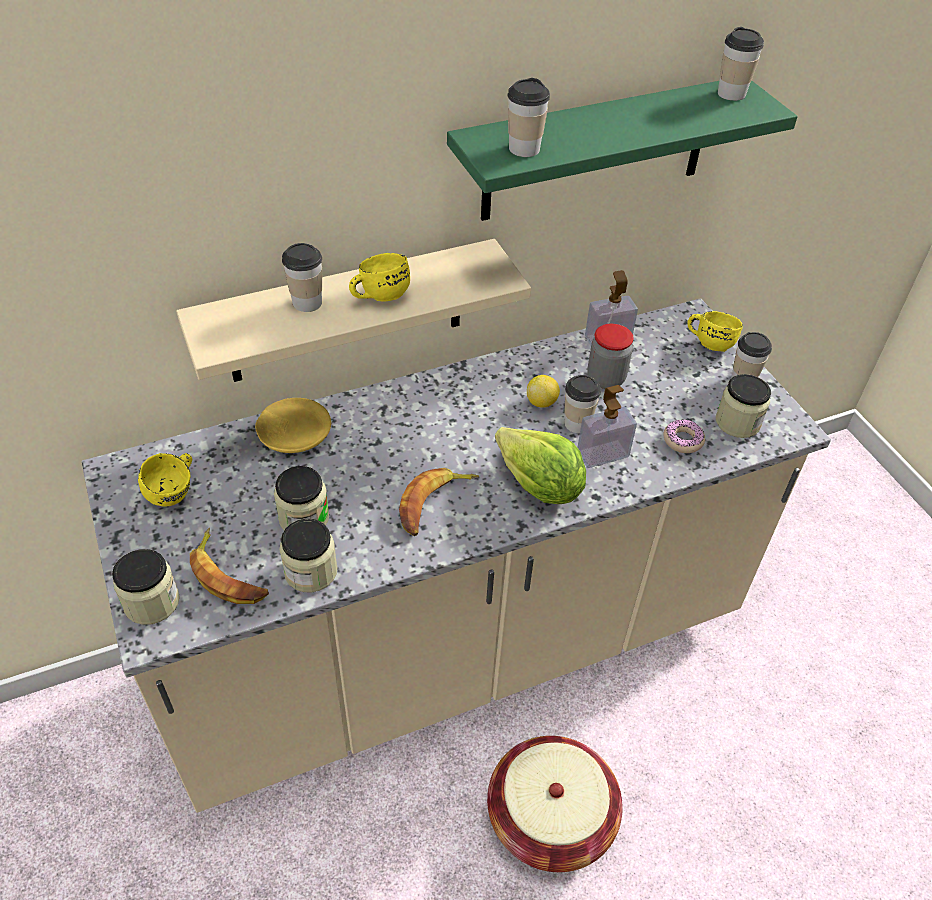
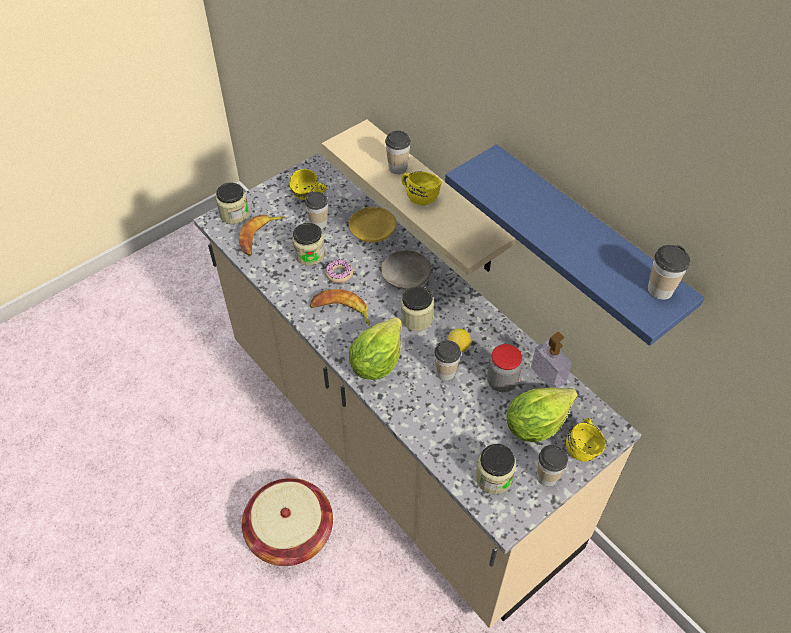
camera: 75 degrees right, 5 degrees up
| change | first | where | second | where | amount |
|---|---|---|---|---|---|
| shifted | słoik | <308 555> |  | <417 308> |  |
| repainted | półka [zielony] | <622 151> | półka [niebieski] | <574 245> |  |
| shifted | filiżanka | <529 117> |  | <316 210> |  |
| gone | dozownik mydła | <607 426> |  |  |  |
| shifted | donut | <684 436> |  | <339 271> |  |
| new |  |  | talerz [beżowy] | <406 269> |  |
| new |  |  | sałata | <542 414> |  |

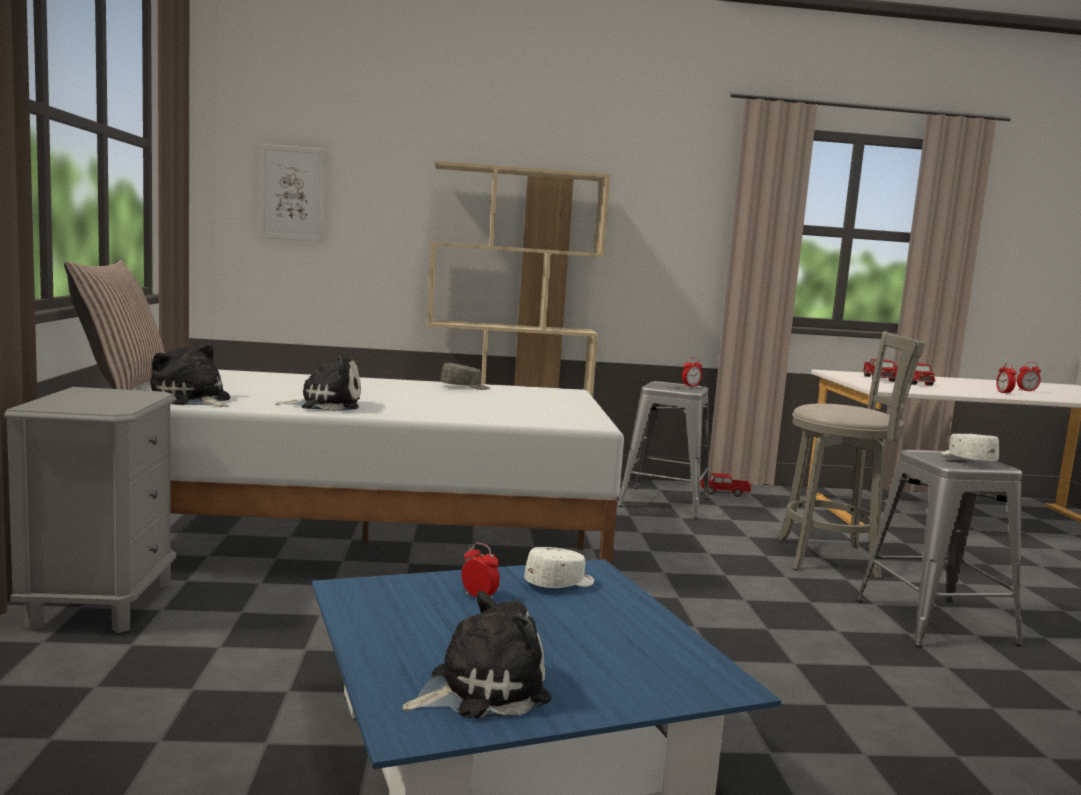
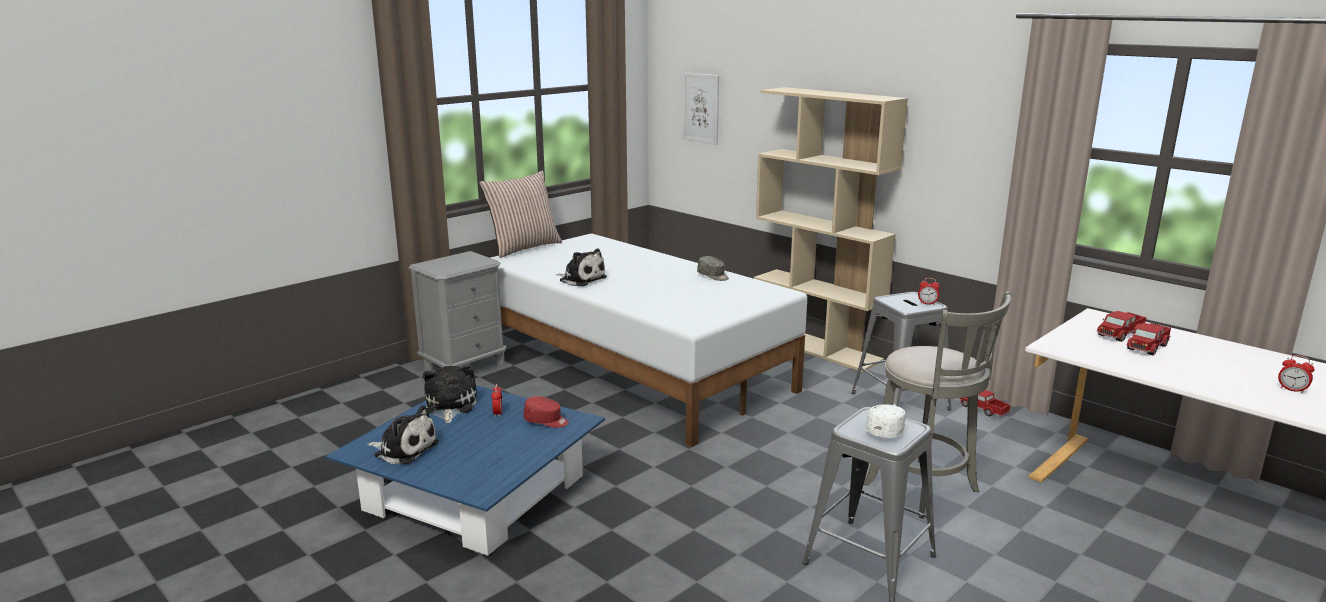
camera: 50 degrees right, 10 degrees up
| change | first | where | second | where | amount |
|---|---|---|---|---|---|
| shifted | pluszak | <190 375> |  | <450 394> |  |
| repainted | czapka z daszkiem [biały] | <559 567> | czapka z daszkiem [czerwony] | <546 412> |  |
| gone | budzik | <1006 379> |  |  |  |

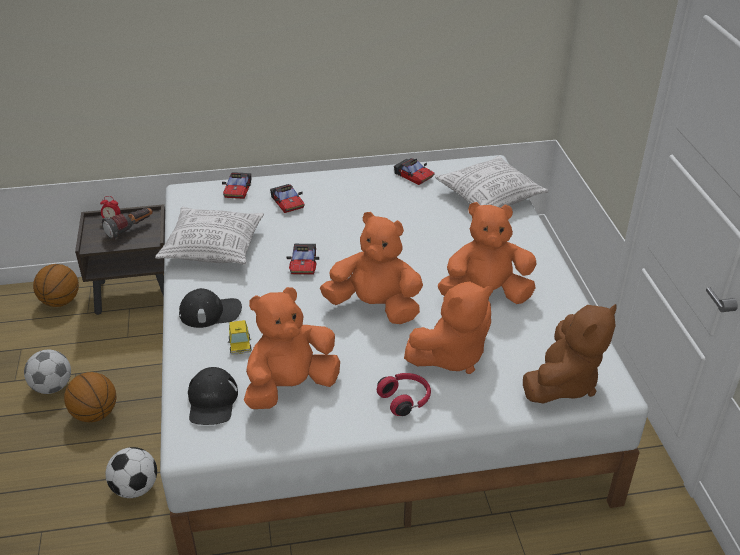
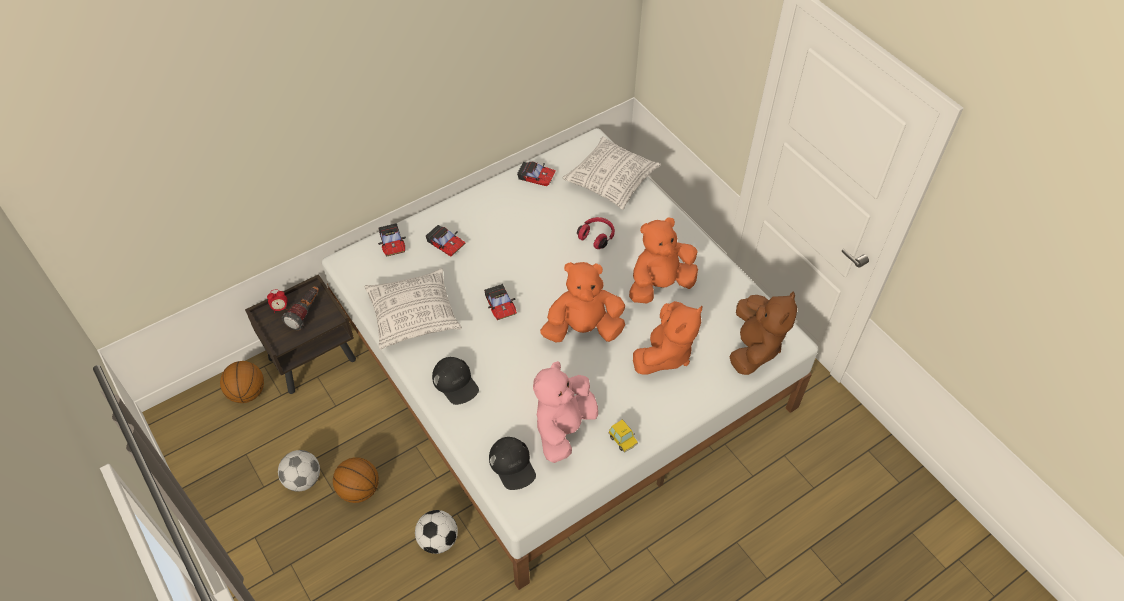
camera: 25 degrees left, 15 degrees up
| change | first | where | second | where | amount |
|---|---|---|---|---|---|
| rotated | czapka z daszkiem [czarny] | <210 308> |  | <455 381> | 90 degrees clockwise |
| shifted | samochodzik | <239 337> |  | <623 436> |  |
| repainted | pluszak [pomarańczowy] | <292 348> | pluszak [różowy] | <565 412> |  |
| shifted | słuchawki [czerwony] | <404 394> |  | <596 233> |  |

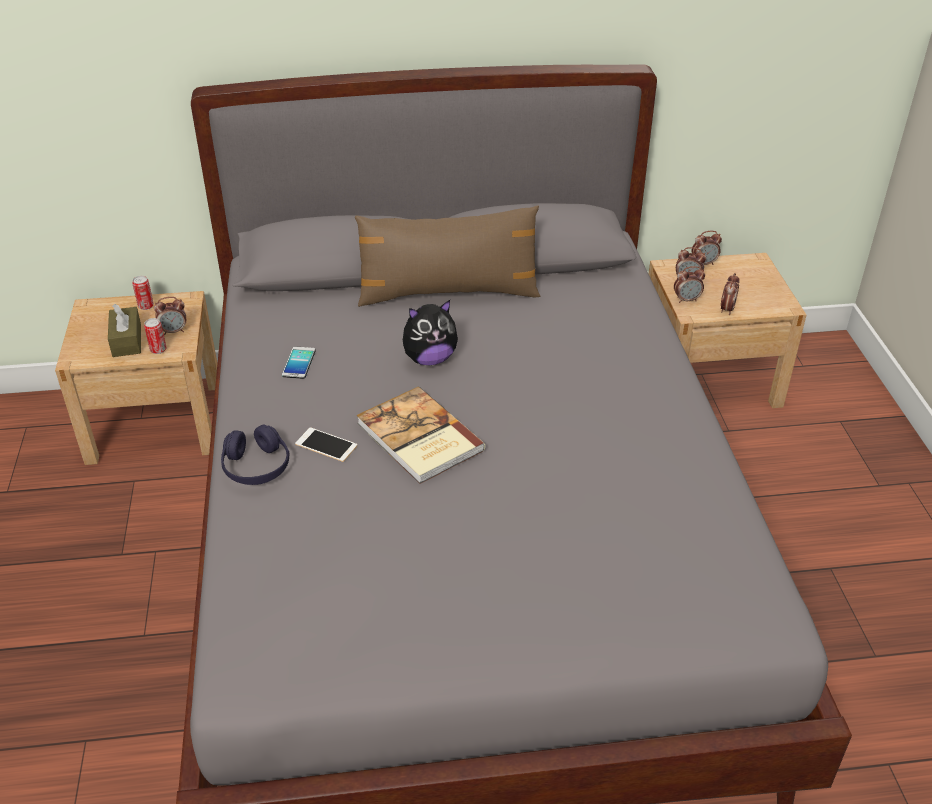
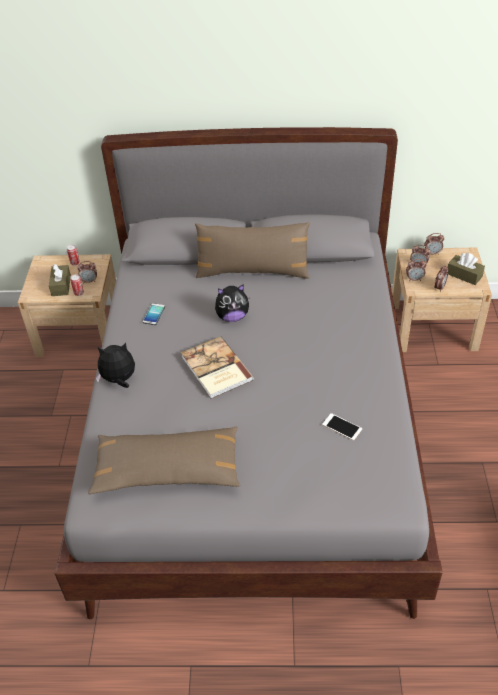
camera: 10 degrees right, 5 degrees up
| change | first | where | second | where | amount |
|---|---|---|---|---|---|
| swapped | słuchawki [fioletowy] | <255 454> | pluszak | <115 365> |  |
| shifted | telefon | <326 444> |  | <342 426> |  |
| new |  |  | poduszka [brązowy] | <164 460> |  |
| new |  |  | pudełko chusteczek [brązowy] | <466 269> |  |

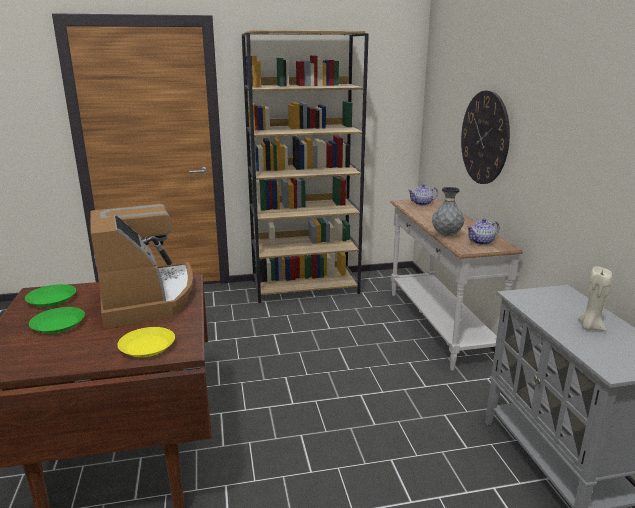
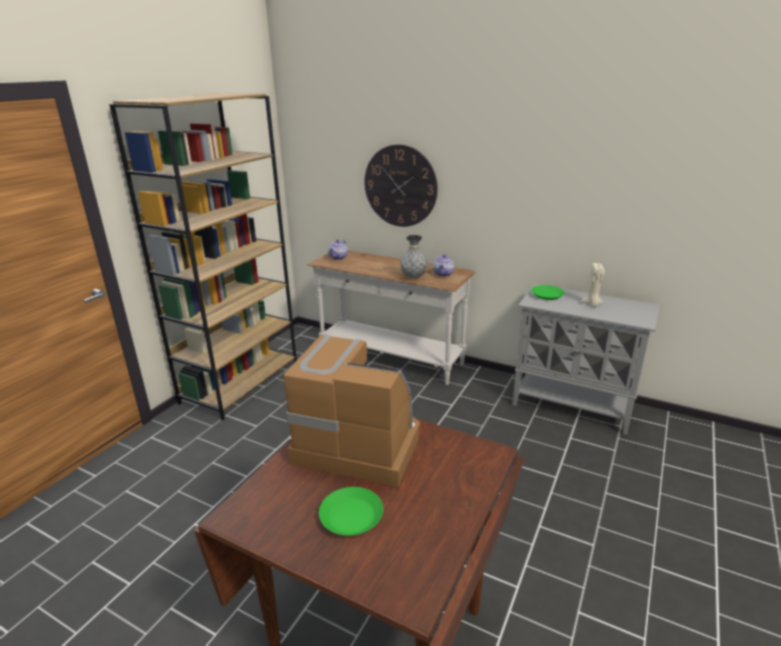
camera: 50 degrees left, 5 degrees up
| change | first | where | second | where | amount |
|---|---|---|---|---|---|
| shifted | talerz [zielony] | <50 295> |  | <548 292> |  |
| gone | talerz [żółty] | <146 342> |  |  |  |

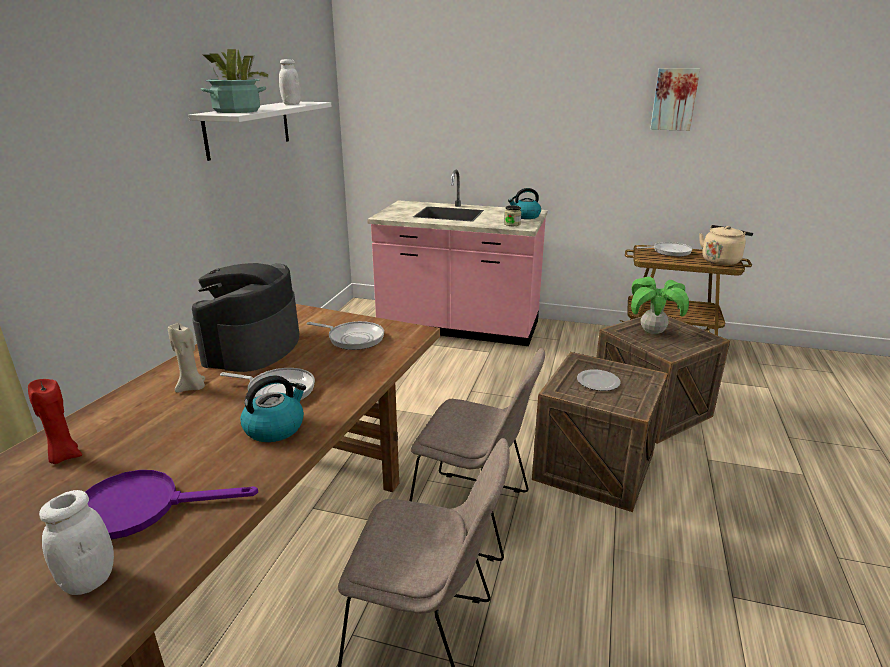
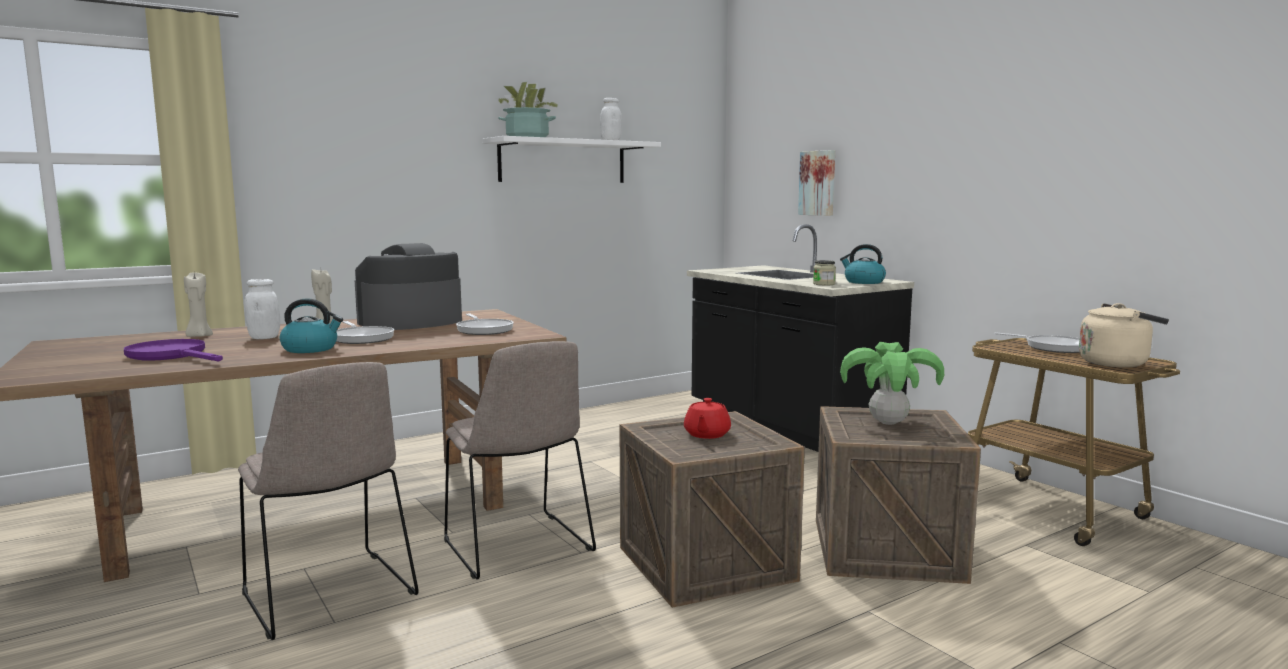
camera: 40 degrees right, 15 degrees down
| change | first | where | second | where | amount |
|---|---|---|---|---|---|
| repainted | świeca [czerwony] | <55 421> | świeca [beżowy] | <198 304> |  |
| shifted | słoik [biały] | <76 542> |  | <262 309> |  |
| repainted | zabudowa kuchenna [różowy] | <457 257> | zabudowa kuchenna [czarny] | <800 338> |  |
| swapped | talerz | <599 380> | imbryk [czerwony] | <707 418> |  |
| shifted | obraz | <675 99> |  | <816 183> |  |

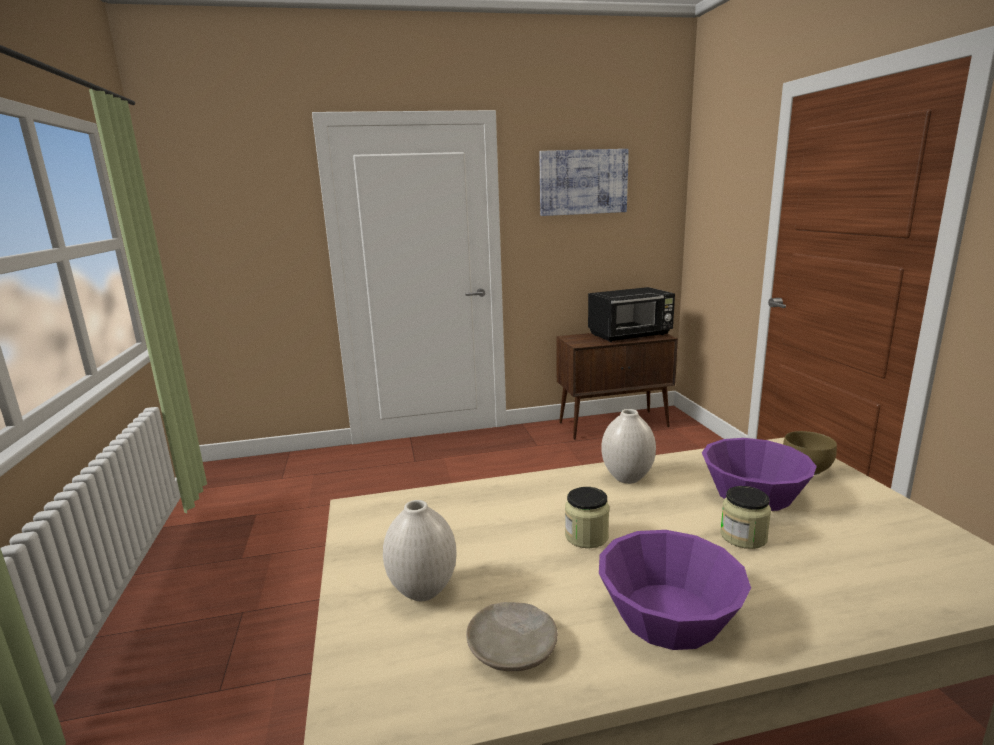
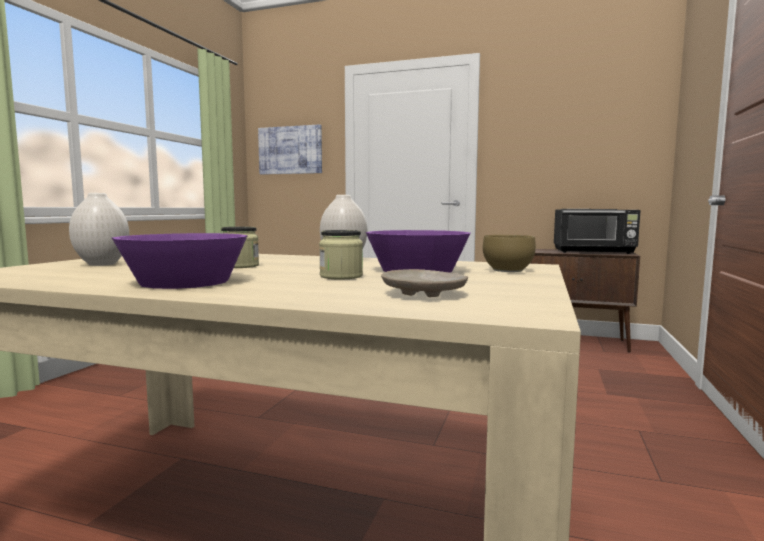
camera: 30 degrees right, 10 degrees down
| change | first | where | second | where | amount |
|---|---|---|---|---|---|
| shifted | talerz [beżowy] | <512 636> |  | <424 283> |  |
| shifted | obraz | <584 182> |  | <290 149> |  |

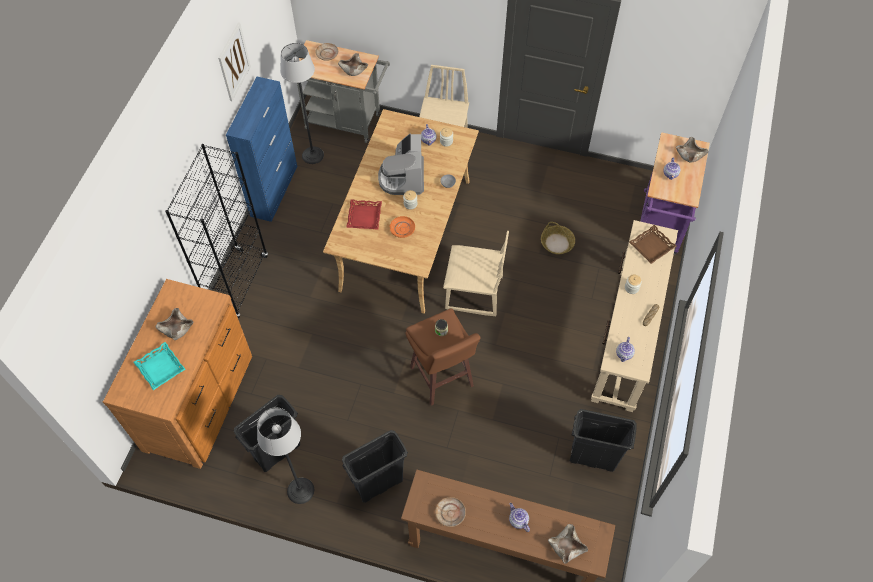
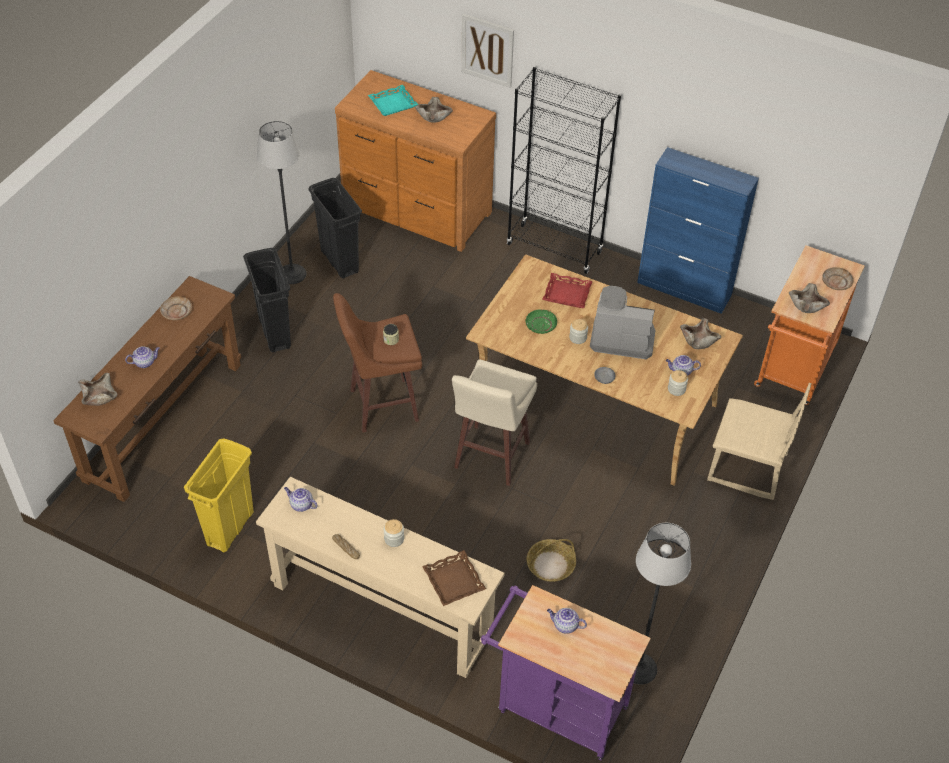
camera: 100 degrees right, 10 degrees down
| change | first | where | second | where | amount |
|---|---|---|---|---|---|
| shifted | obraz | <234 62> |  | <487 51> |  |
| shifted | lampa stojąca | <302 103> |  | <662 604> |  |
| repainted | wózek [szary] | <343 91> | wózek [pomarańczowy] | <809 325> |  |
| repainted | talerz [pomarańczowy] | <402 227> | talerz [zielony] | <541 321> |  |
| swapped | krzesło [beżowy] | <476 273> | stołek [beżowy] | <494 422> |  |
| repainted | kosz na śmieci [czarny] | <603 440> | kosz na śmieci [żółty] | <219 495> |  |
| shifted | miska [beżowy] | <692 150> |  | <700 333> |  |

